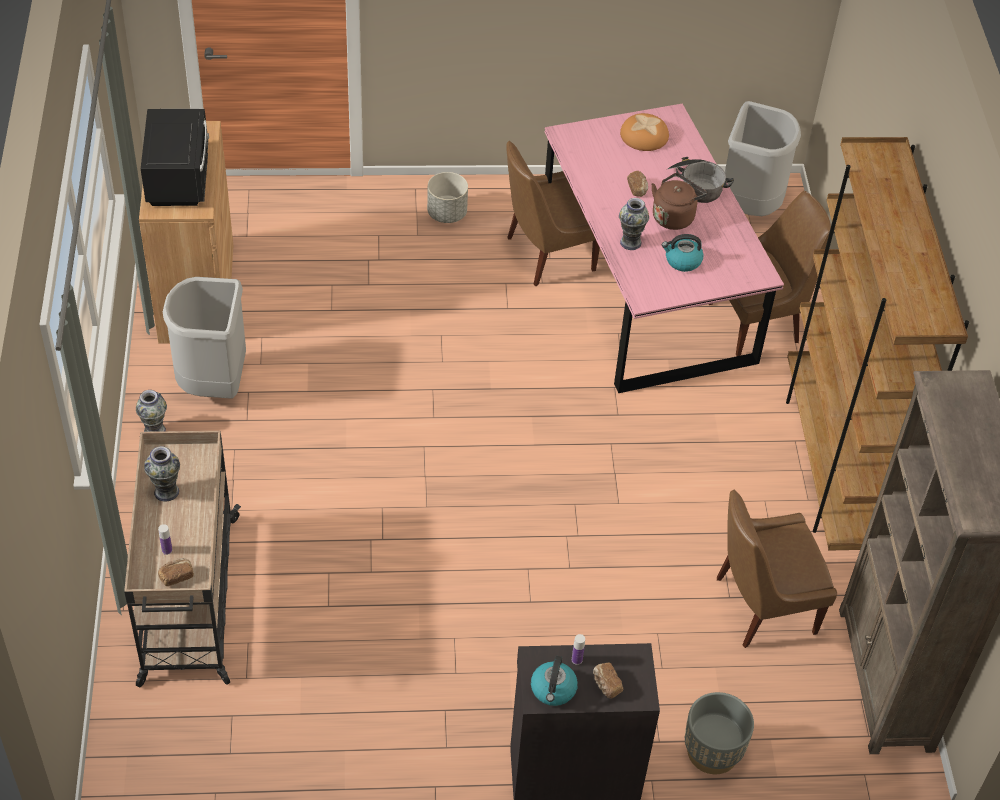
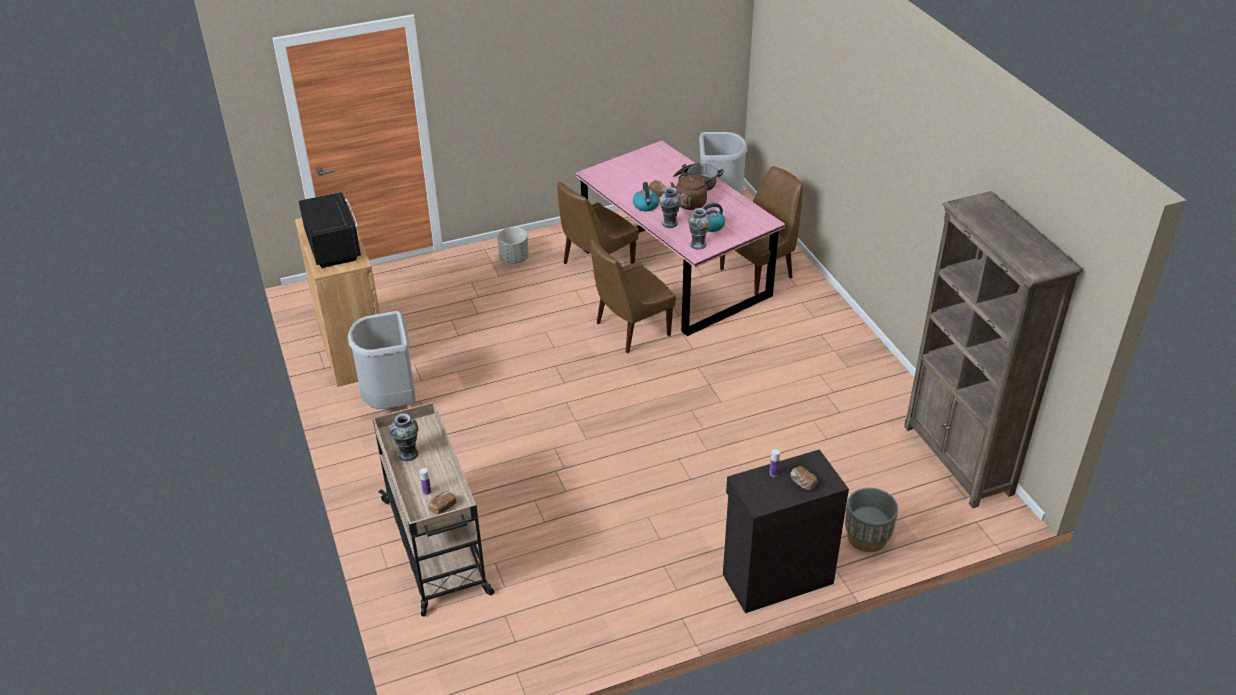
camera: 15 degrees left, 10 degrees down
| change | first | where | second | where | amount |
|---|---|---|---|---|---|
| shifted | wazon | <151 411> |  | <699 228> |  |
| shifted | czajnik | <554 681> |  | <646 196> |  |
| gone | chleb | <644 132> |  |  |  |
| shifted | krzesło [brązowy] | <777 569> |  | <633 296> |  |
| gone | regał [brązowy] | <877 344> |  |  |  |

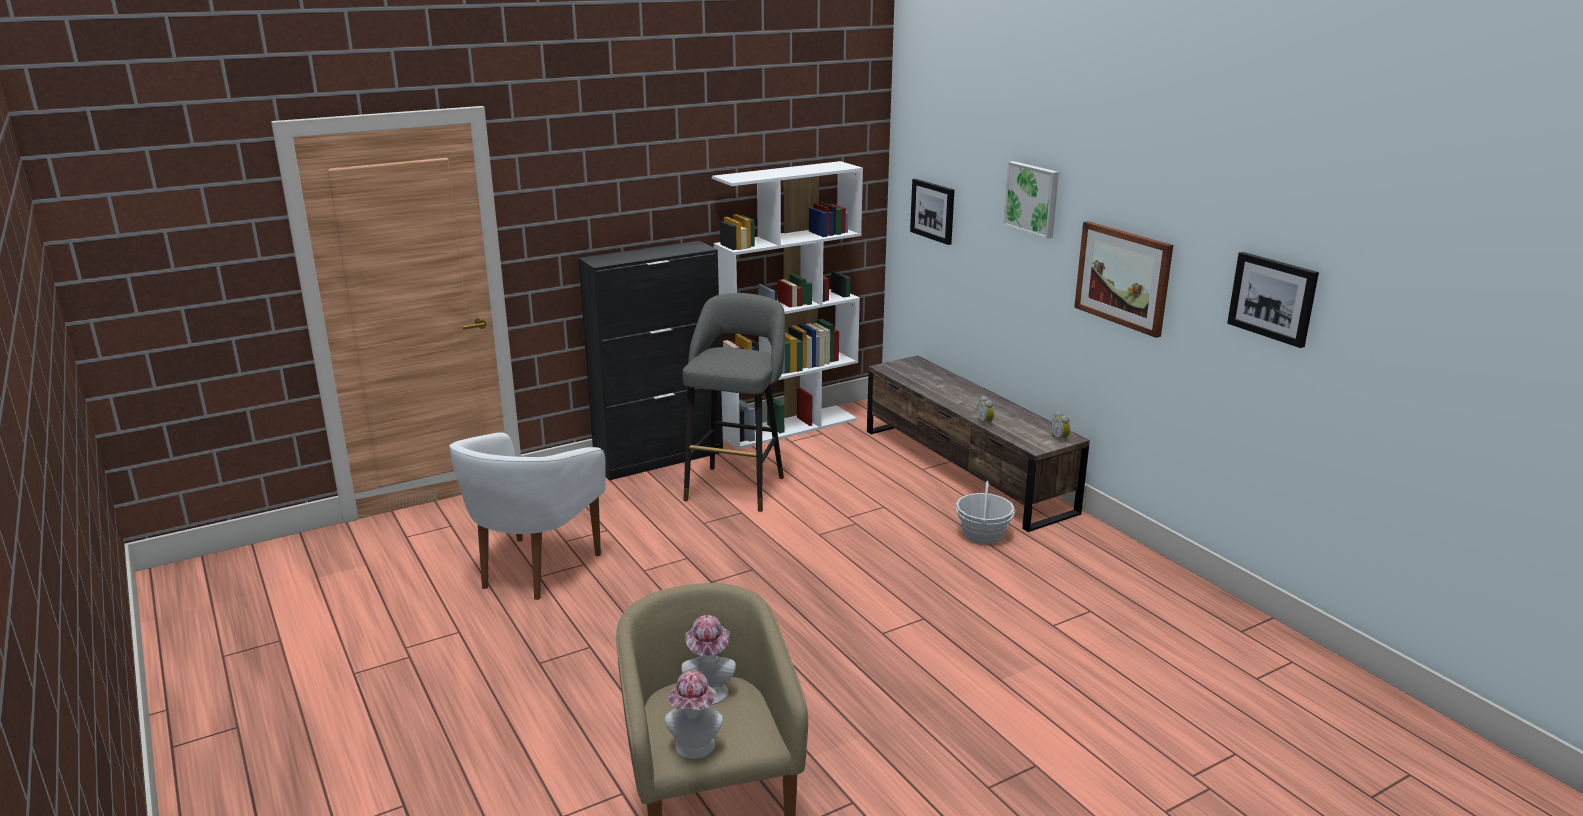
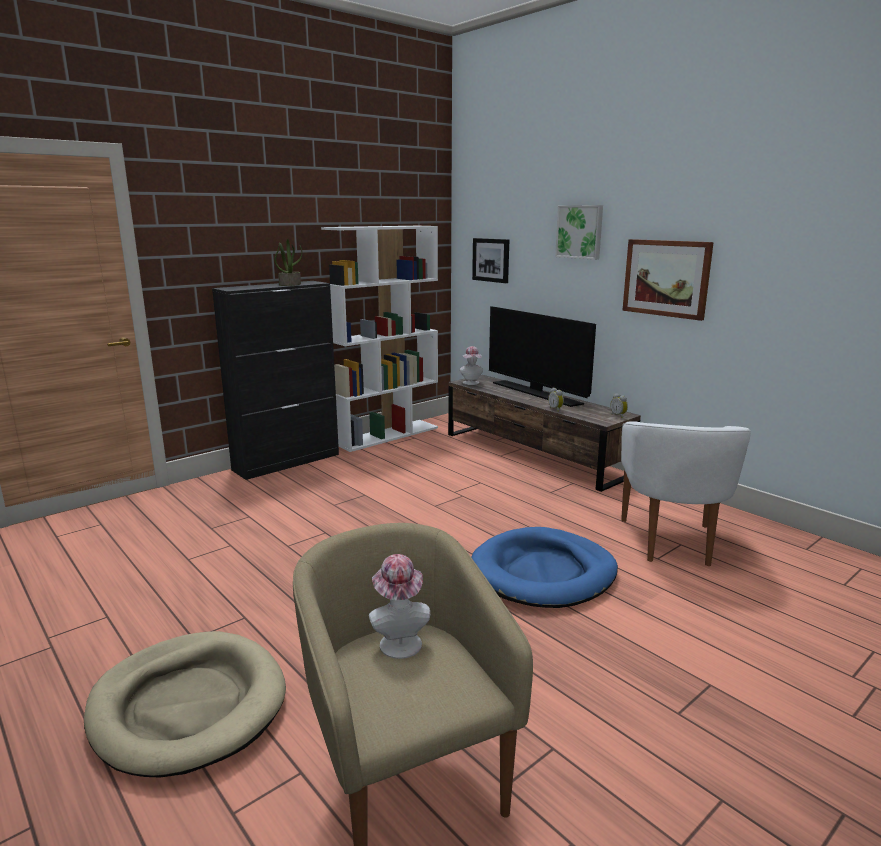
camera: 10 degrees left, 5 degrees down
| change | first | where | second | where | amount |
|---|---|---|---|---|---|
| shifted | fotel [biały] | <527 516> |  | <686 493> |  |
| shifted | kapelusz | <694 715> |  | <471 365> |  |
| gone | stołek [szary] | <734 402> |  |  |  |
| gone | koszyk | <985 513> |  |  |  |
| gone | obraz | <1273 300> |  |  |  |
| new |  |  | legowisko [beżowy] | <185 704> |  |
| new |  |  | roślina doniczkowa | <289 262> |  |
| new |  |  | legowisko [niebieski] | <544 567> |  |
| new |  |  | telewizor | <542 356> |  |

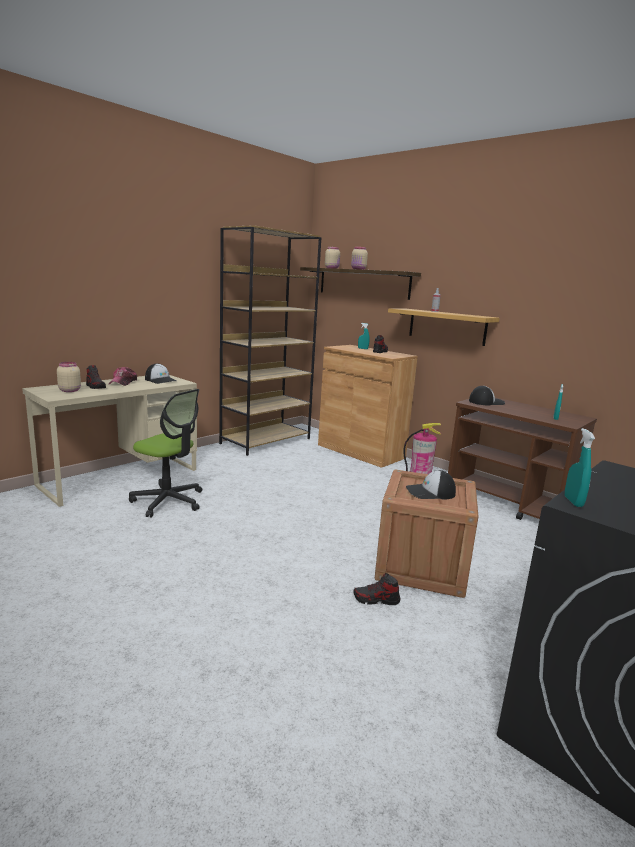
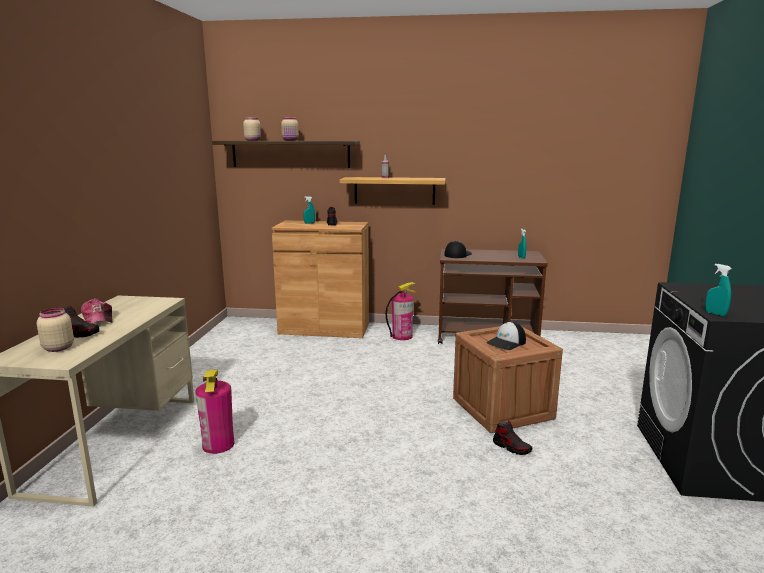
camera: 35 degrees left, 0 degrees up
| change | first | where | second | where | amount |
|---|---|---|---|---|---|
| swapped | krzesło biurowe | <165 453> | gaśnica | <215 412> |  |
| gone | czapka z daszkiem | <160 373> |  |  |  |
| gone | regał [brązowy] | <270 340> |  |  |  |
| rotated | but | <377 589> |  | <512 438> | 105 degrees counterclockwise |

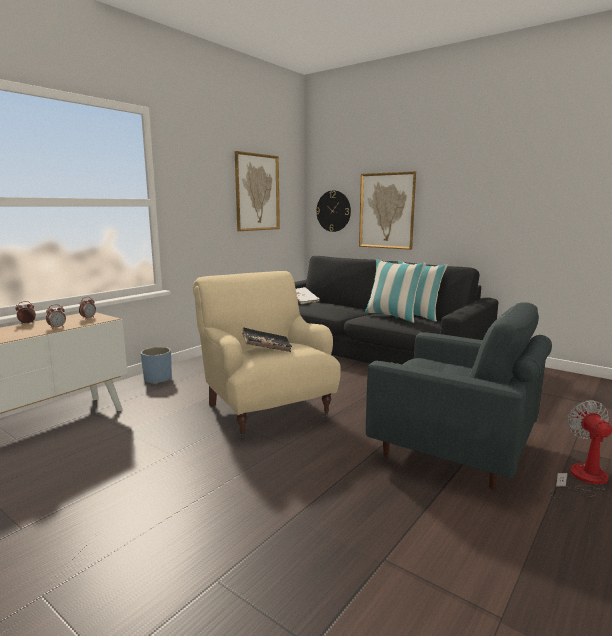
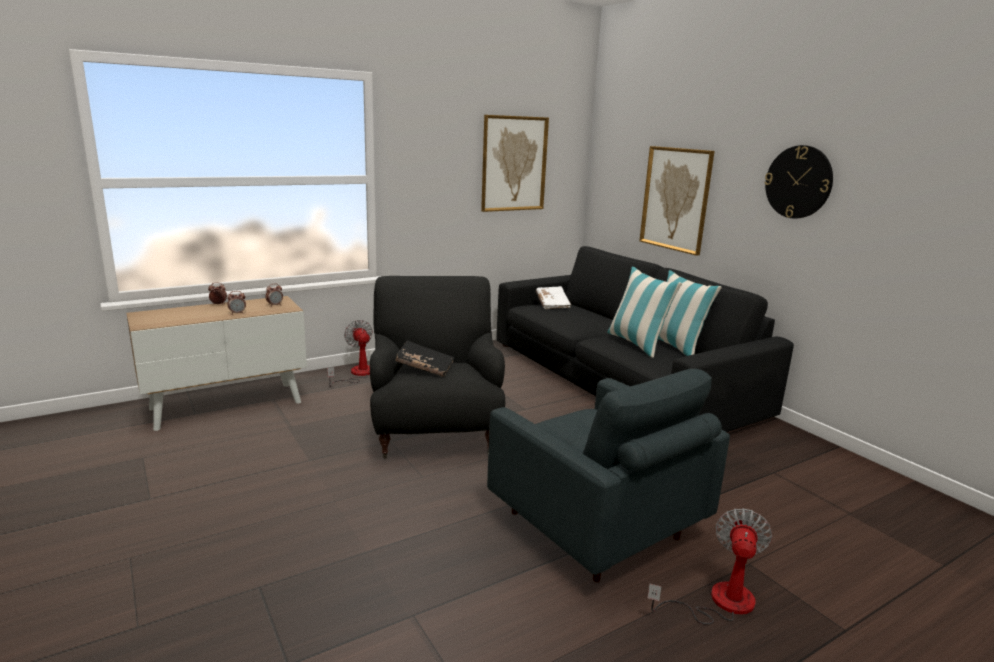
camera: 20 degrees right, 5 degrees up
| change | first | where | second | where | amount |
|---|---|---|---|---|---|
| swapped | donica [niebieski] | <156 365> | wentylator | <350 353> |  |
| repainted | fotel [beżowy] | <267 354> | fotel [czarny] | <437 367> |  |
| shifted | zegar ścienny | <333 211> |  | <799 182> |  |

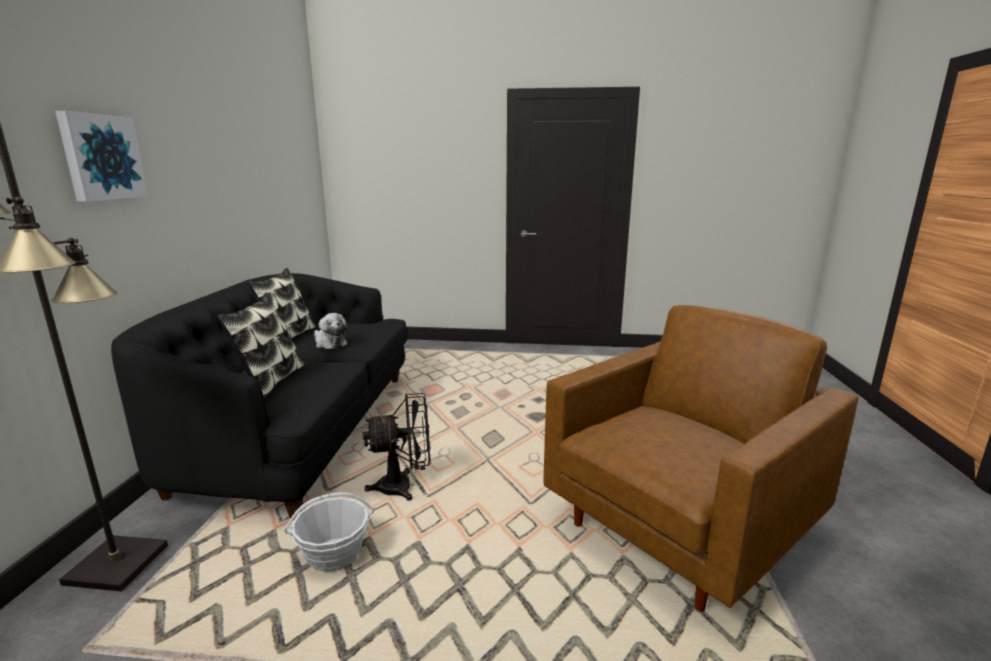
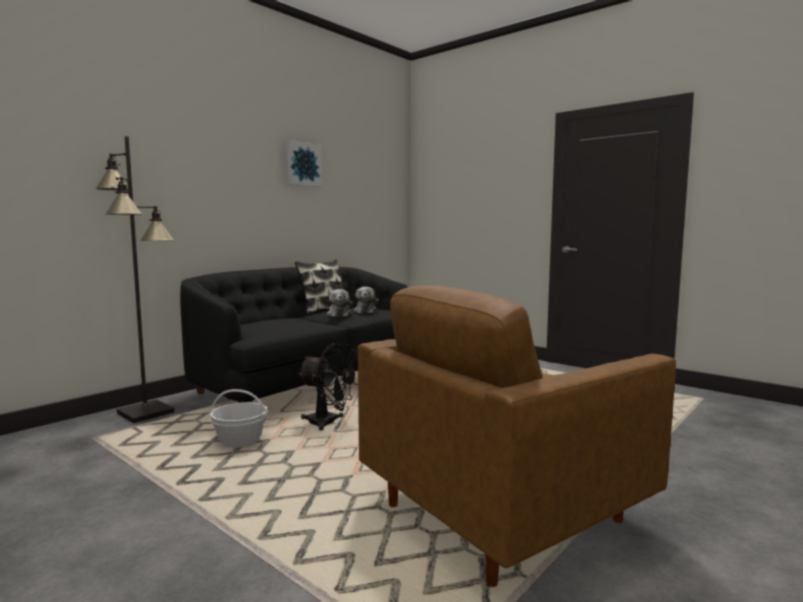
camera: 35 degrees right, 10 degrees down
| change | first | where | second | where | amount |
|---|---|---|---|---|---|
| shifted | obraz | <102 156> |  | <303 163> |  |
| gone | poduszka | <260 345> |  |  |  |
| rotated | fotel [brązowy] | <701 458> |  | <517 436> | 150 degrees clockwise |
| new |  |  | pluszak | <366 300> |  |

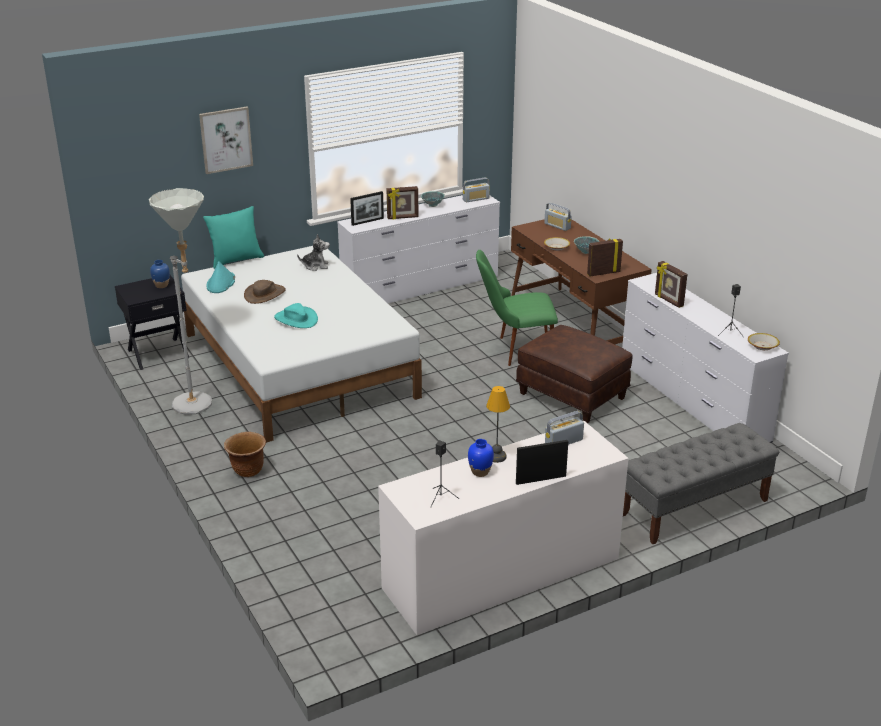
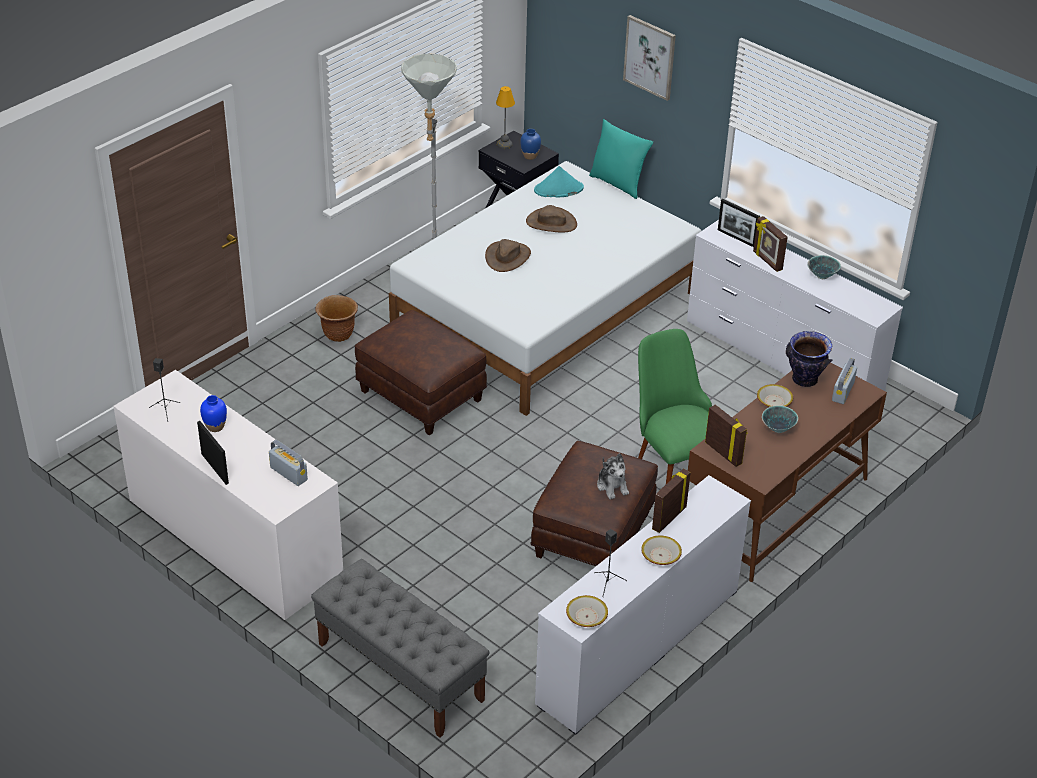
camera: 70 degrees right, 10 degrees up
| change | first | where | second | where | amount |
|---|---|---|---|---|---|
| repainted | kapelusz [turkusowy] | <296 315> | kapelusz [brązowy] | <508 255> |  |
| shifted | pluszak | <313 252> |  | <613 476> |  |
| gone | radio | <476 190> |  |  |  |
| shifted | lampa stołowa | <498 424> |  | <505 117> |  |
| new |  |  | pufa [brązowy] | <421 373> |  |
| new |  |  | miska | <661 550> |  |
| new |  |  | wazon | <809 359> |  |

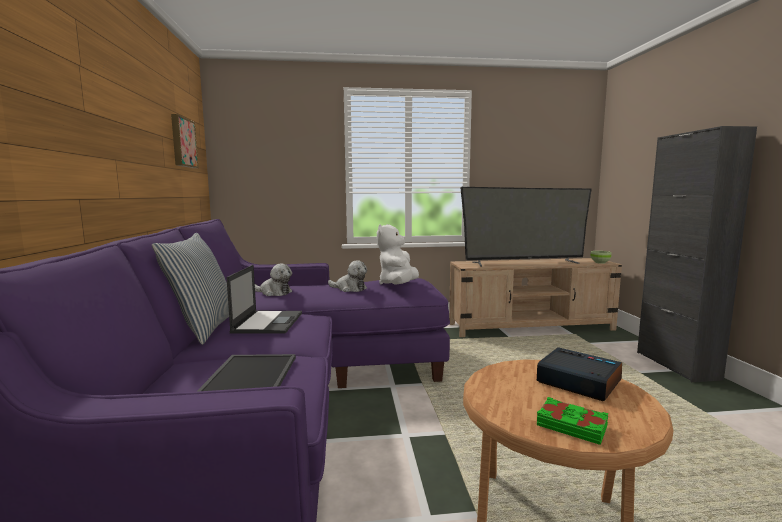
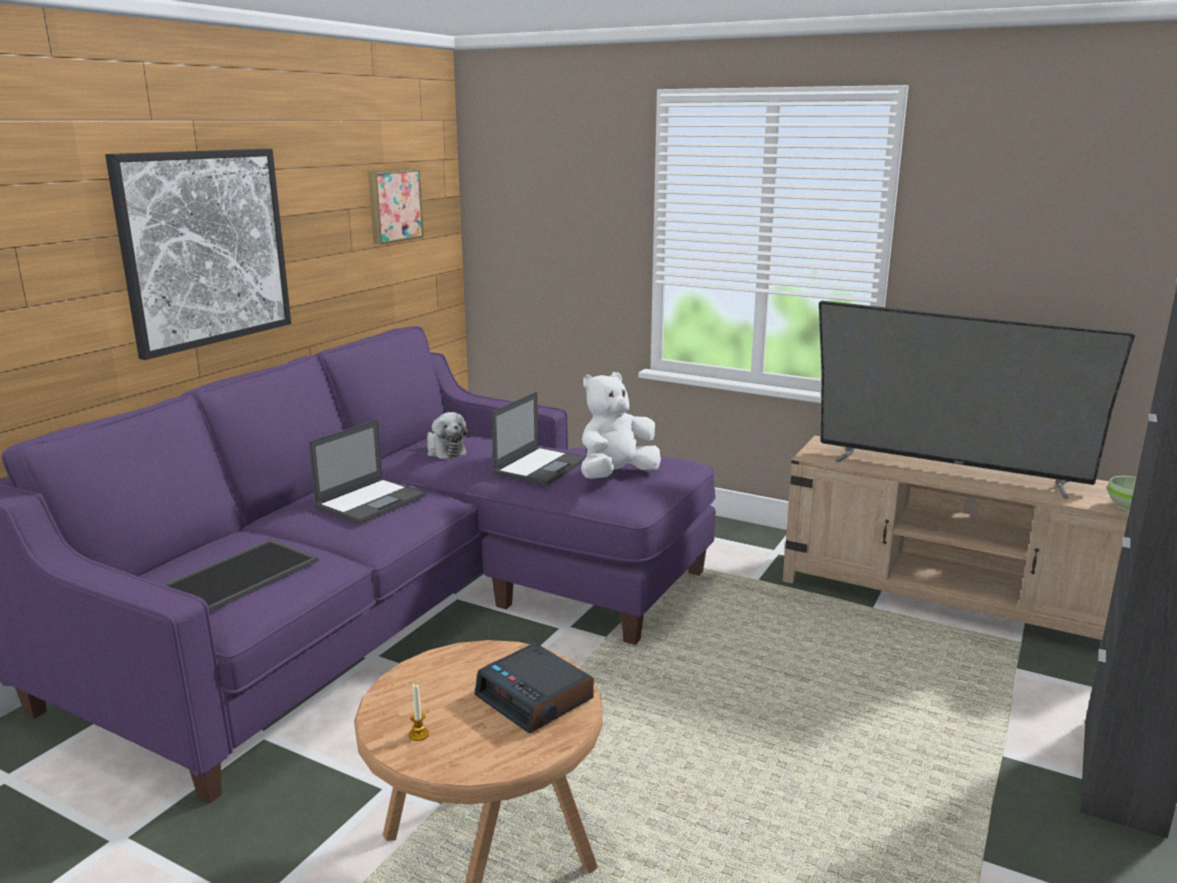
camera: 35 degrees right, 10 degrees up
| change | first | where | second | where | amount |
|---|---|---|---|---|---|
| gone | poduszka | <190 289> |  |  |  |
| swapped | pluszak | <347 276> | laptop | <538 438> |  |
| rotated | budzik | <579 374> |  | <534 688> | 150 degrees clockwise |
| swapped | książka [zielony] | <572 421> | świeca | <419 712> |  |
| new |  |  | obraz | <198 254> |  |

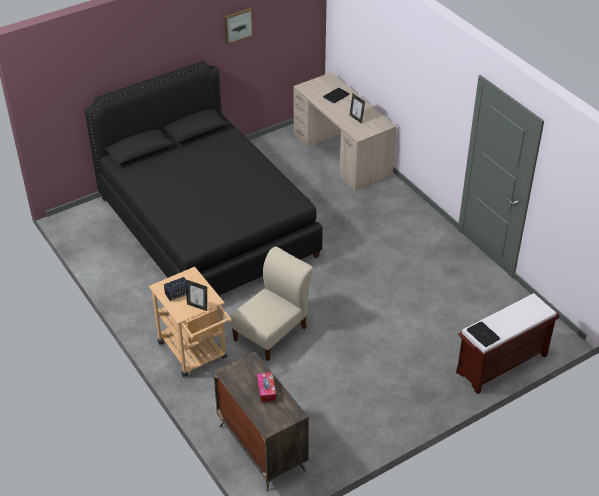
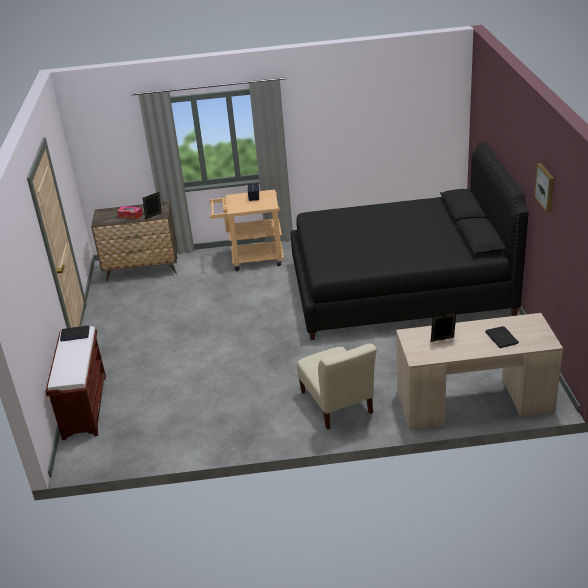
camera: 120 degrees right, 10 degrees down
| change | first | where | second | where | amount |
|---|---|---|---|---|---|
| shifted | ramka na zdjęcie | <197 295> |  | <152 205> |  |
| shifted | krzesło [beżowy] | <271 303> |  | <337 386> |  |

